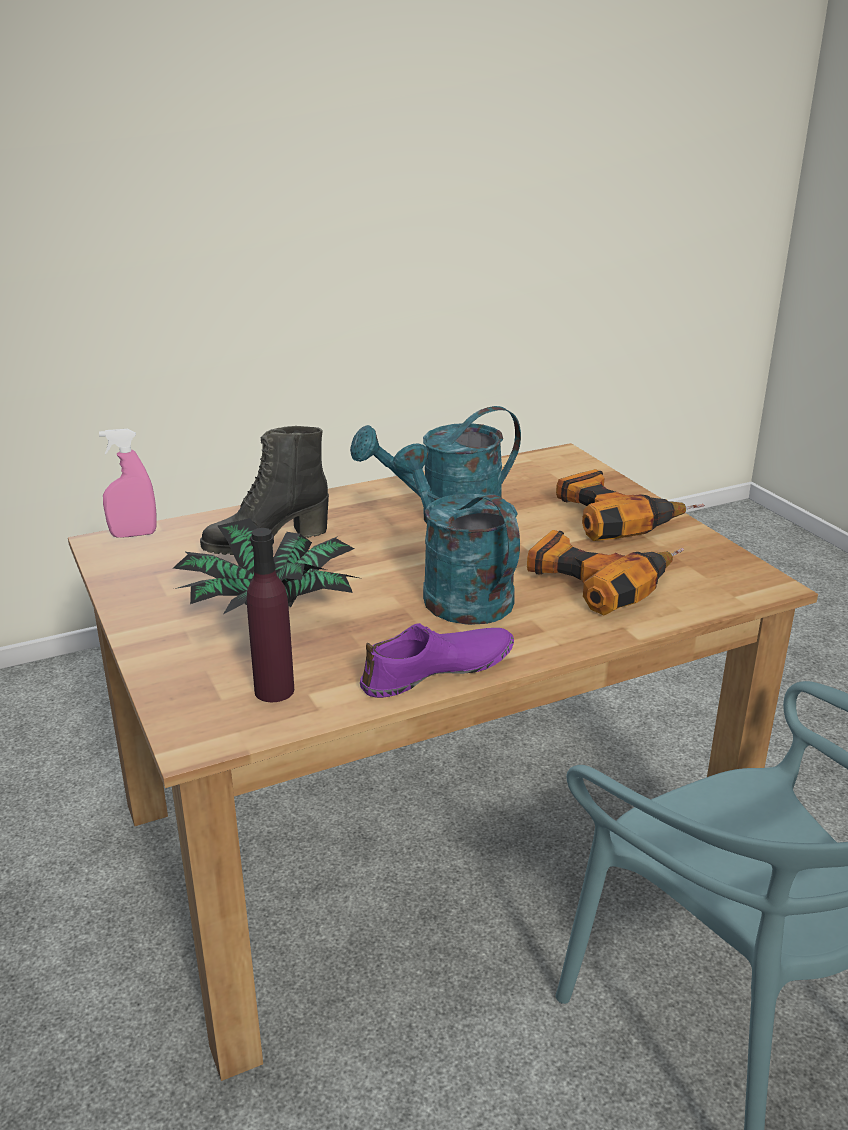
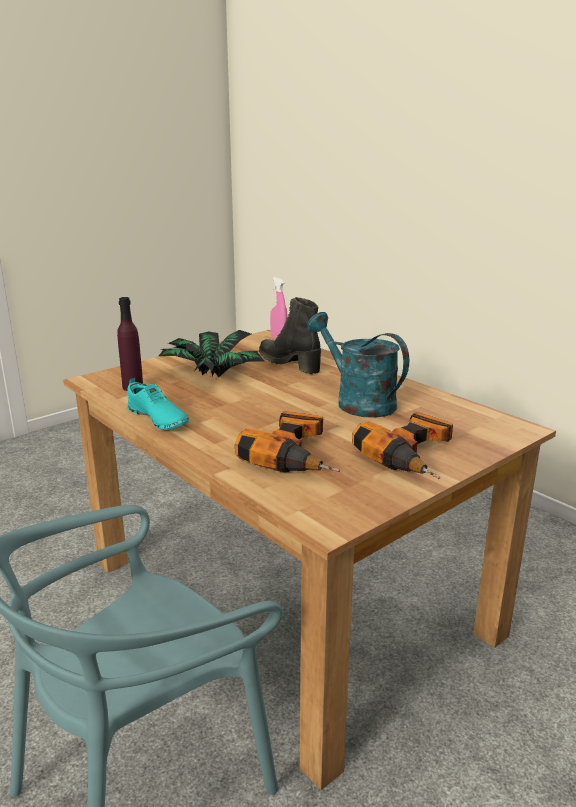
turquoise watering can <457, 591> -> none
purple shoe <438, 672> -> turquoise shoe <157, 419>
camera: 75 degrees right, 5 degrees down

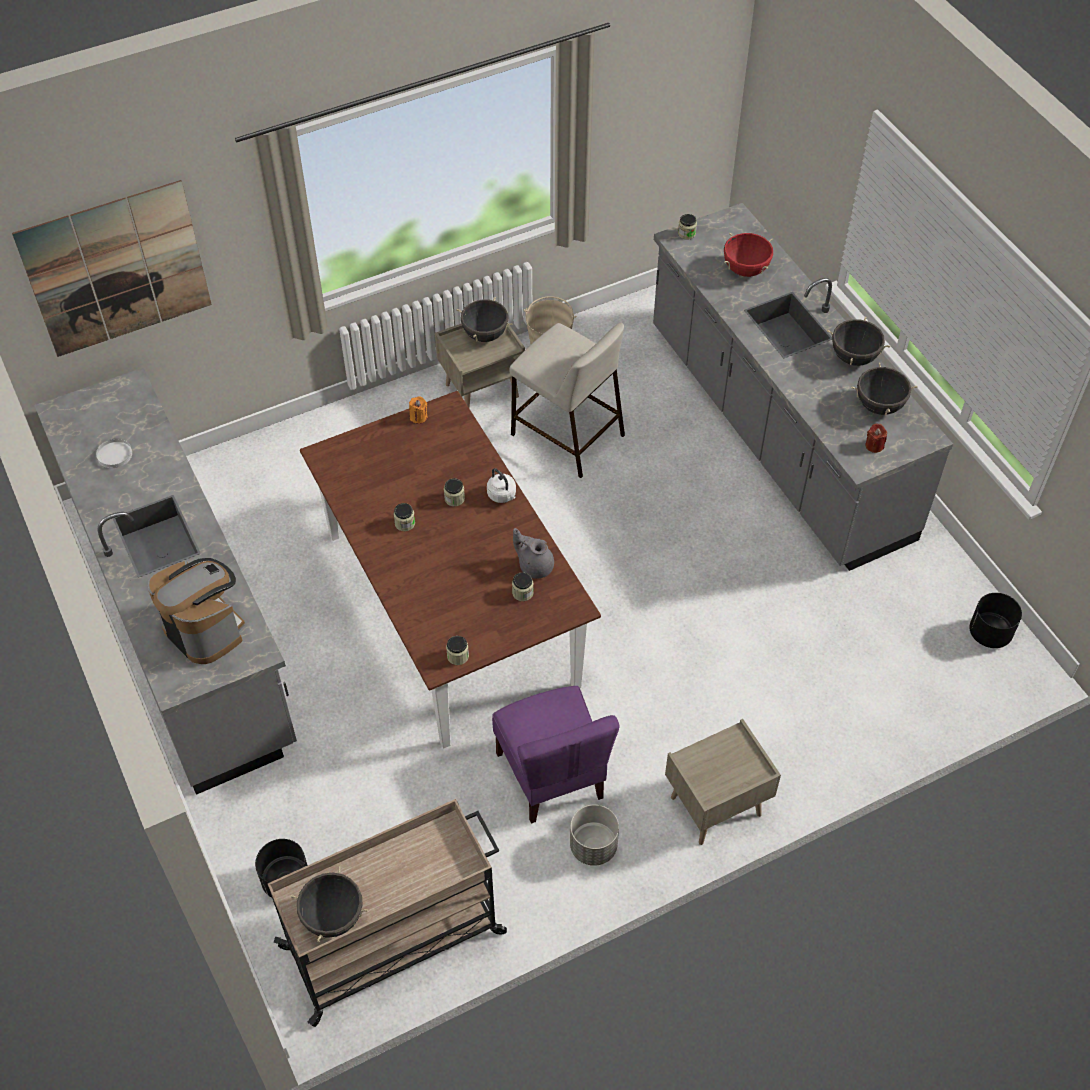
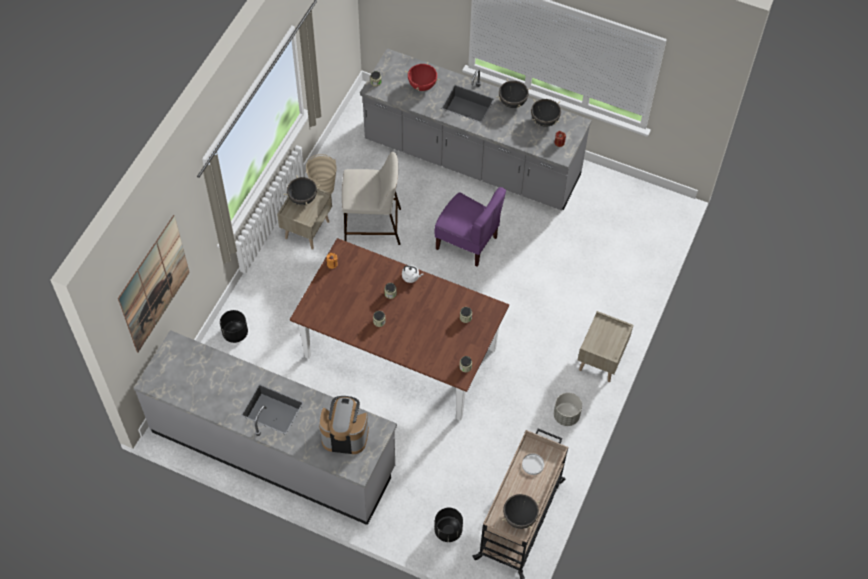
white plate <114, 454> -> white plate <532, 464>, move
grey teapot <535, 566> -> none
black planter <989, 633> -> black planter <235, 333>, move
purple chair <552, 775> -> purple chair <467, 242>, move
camera: 40 degrees left, 5 degrees up

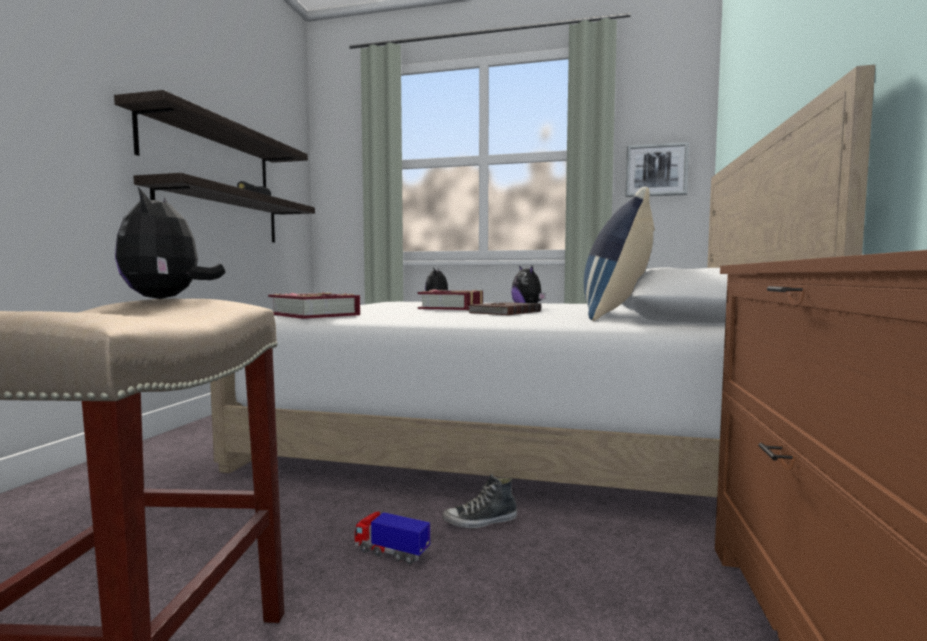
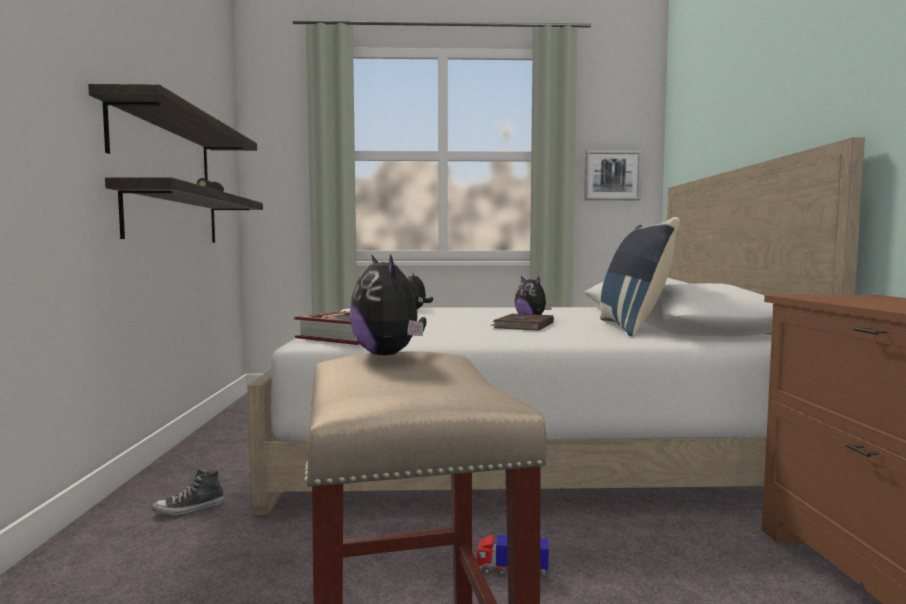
book <452, 308> -> none
shoe <480, 521> -> shoe <189, 508>, move
camera: 15 degrees left, 0 degrees up

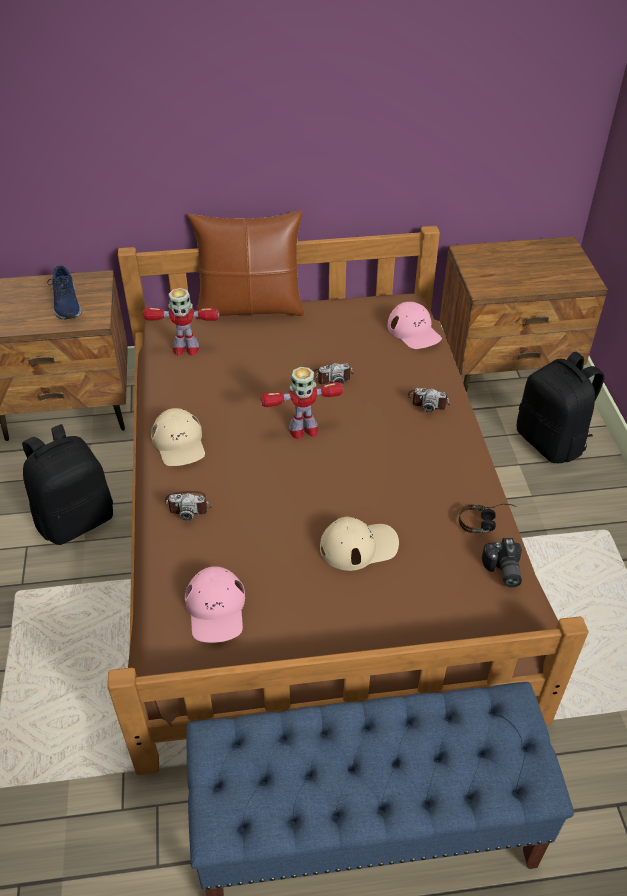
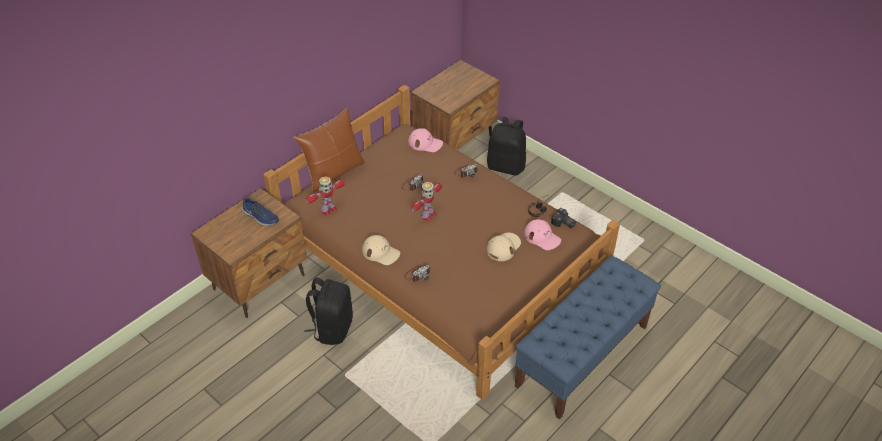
pink cap <216, 609> -> pink cap <542, 237>, move
camera: 40 degrees left, 0 degrees up

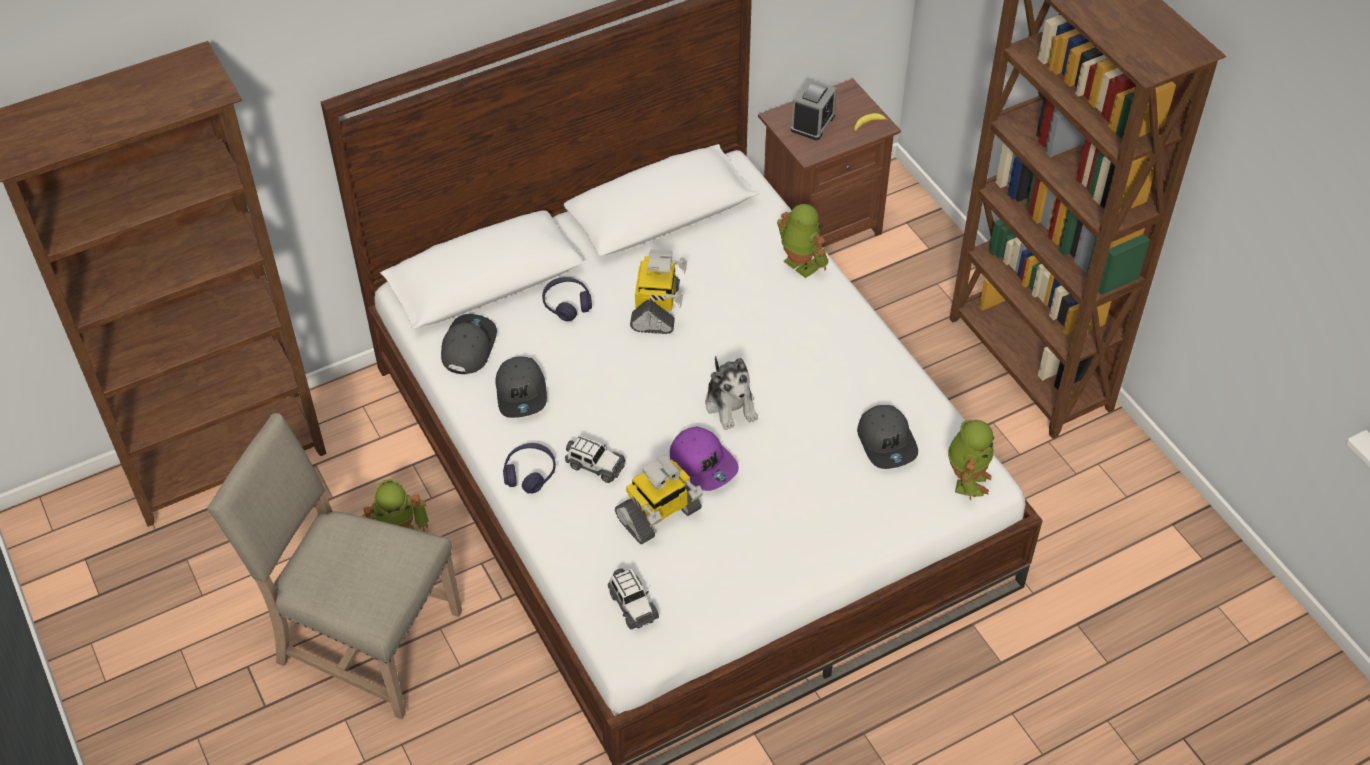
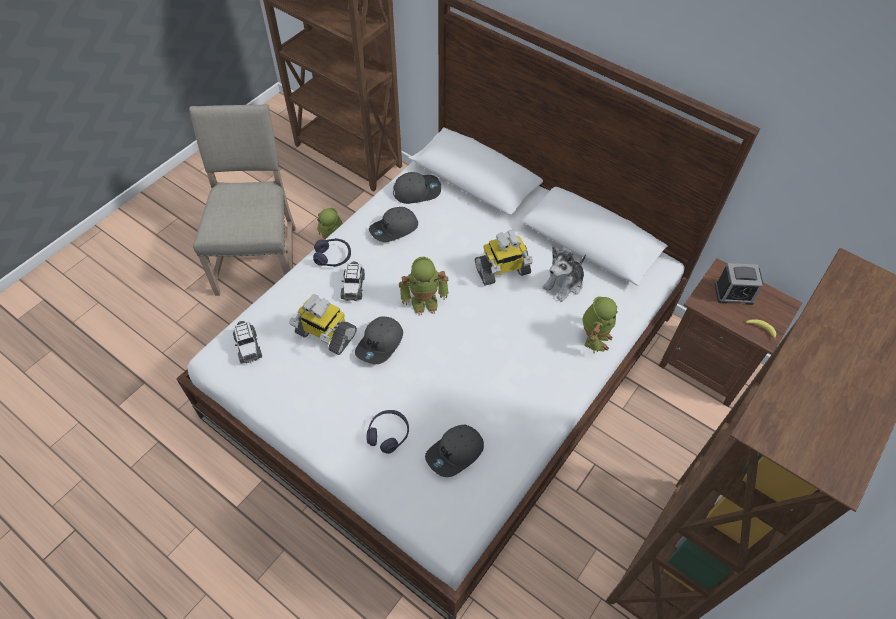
purple headphones <567, 304> -> purple headphones <388, 434>, move
plush toy <731, 405> -> plush toy <564, 284>, move
toy robot <966, 480> -> toy robot <424, 301>, move
purple cap <703, 463> -> grey cap <380, 344>
toy car <632, 605> -> toy car <248, 346>, 60 degrees counterclockwise
camera: 65 degrees right, 5 degrees up

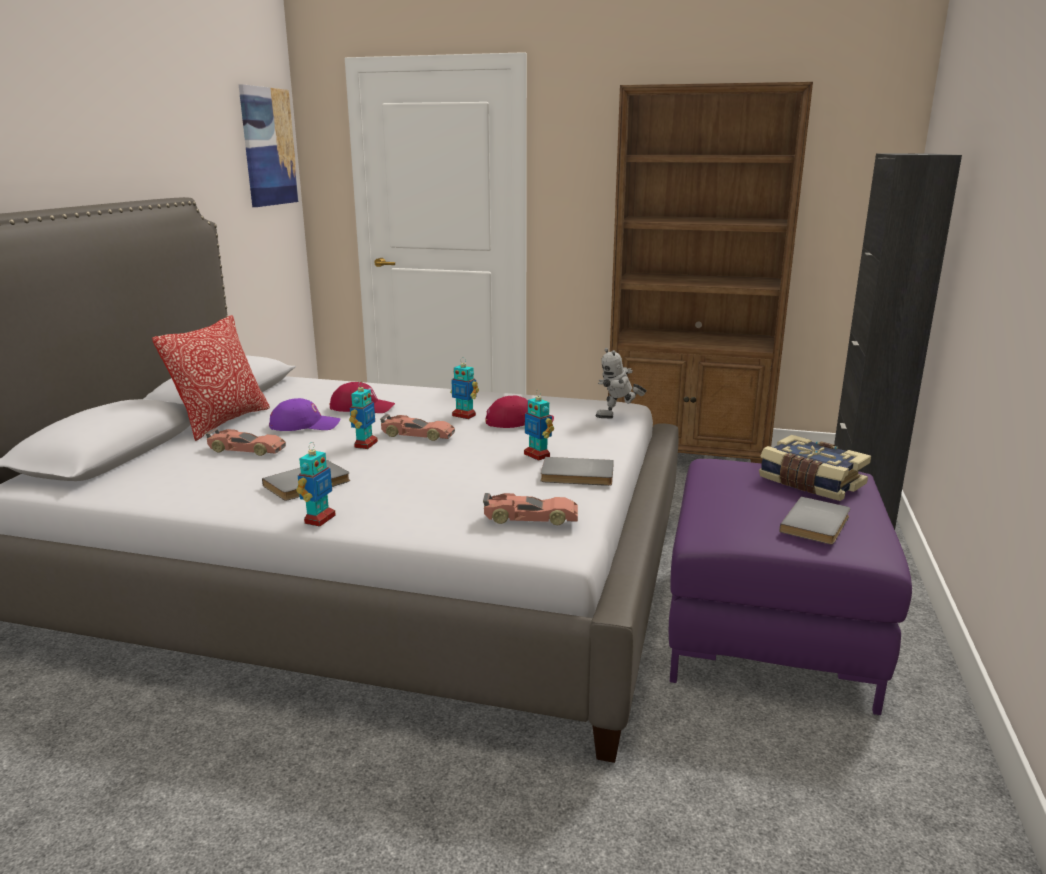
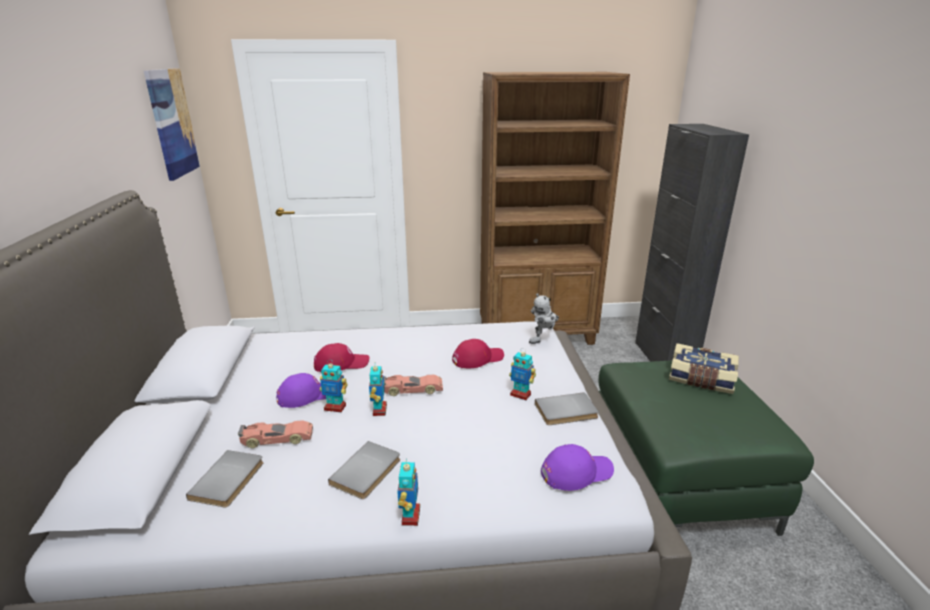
pillow <222, 422> -> none
toy robot <464, 415> -> toy robot <335, 407>, move
purple ottoman <767, 629> -> green ottoman <677, 479>
toy car <530, 518> -> purple cap <576, 472>
grey book <818, 524> -> grey book <230, 480>, move
camera: 20 degrees left, 5 degrees up

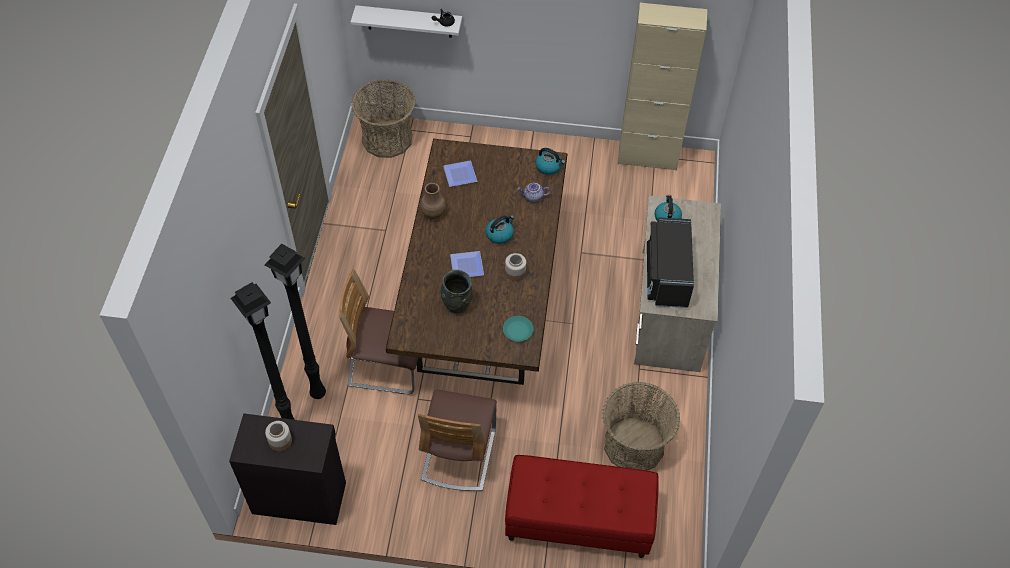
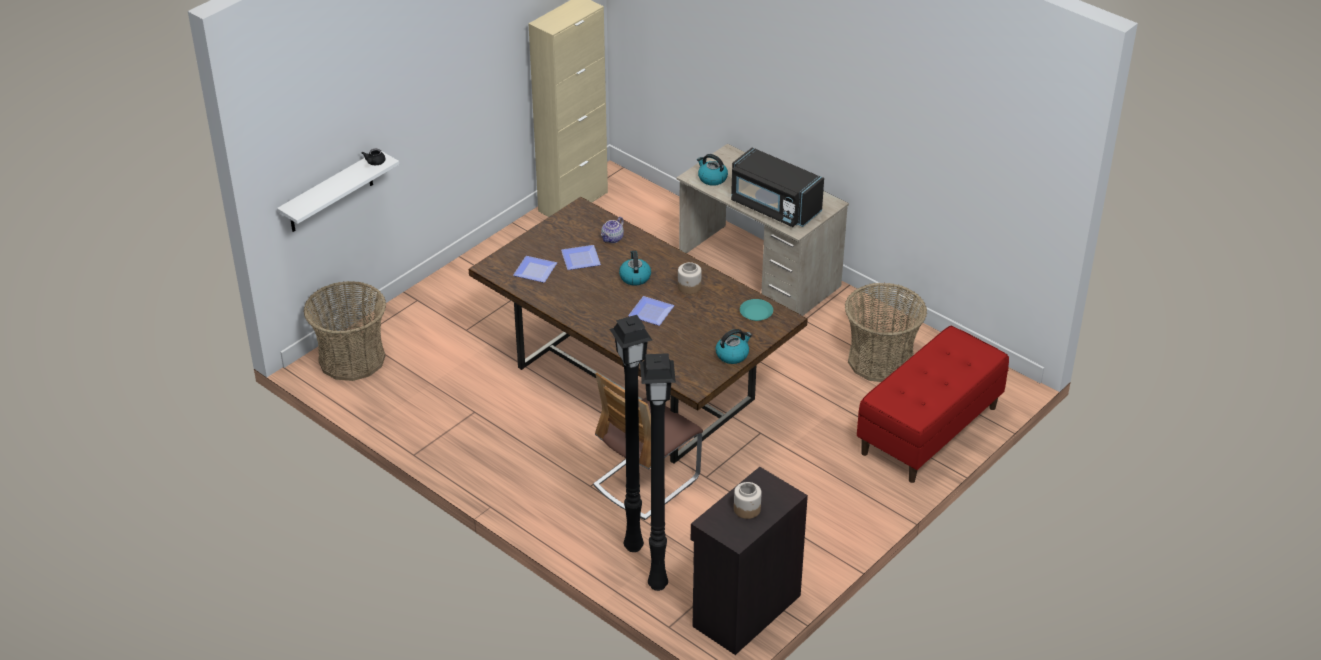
kettle <549, 166> -> kettle <732, 355>, move
brown vase <433, 213> -> none
grey vase <456, 304> -> none
chair <458, 454> -> none
none -> plate <581, 258>
camera: 55 degrees left, 15 degrees down

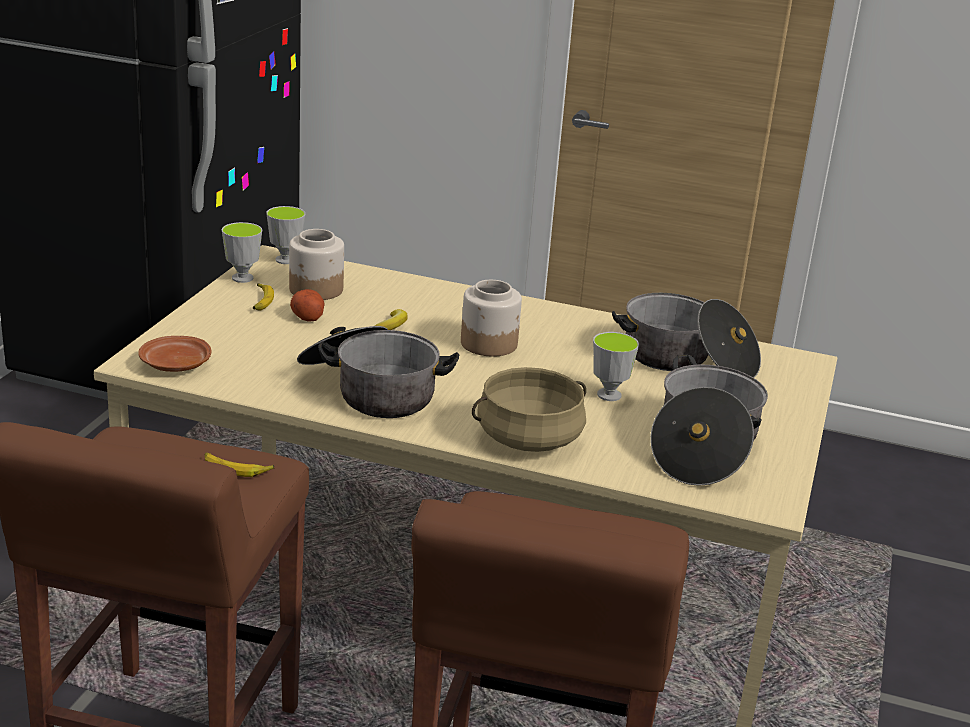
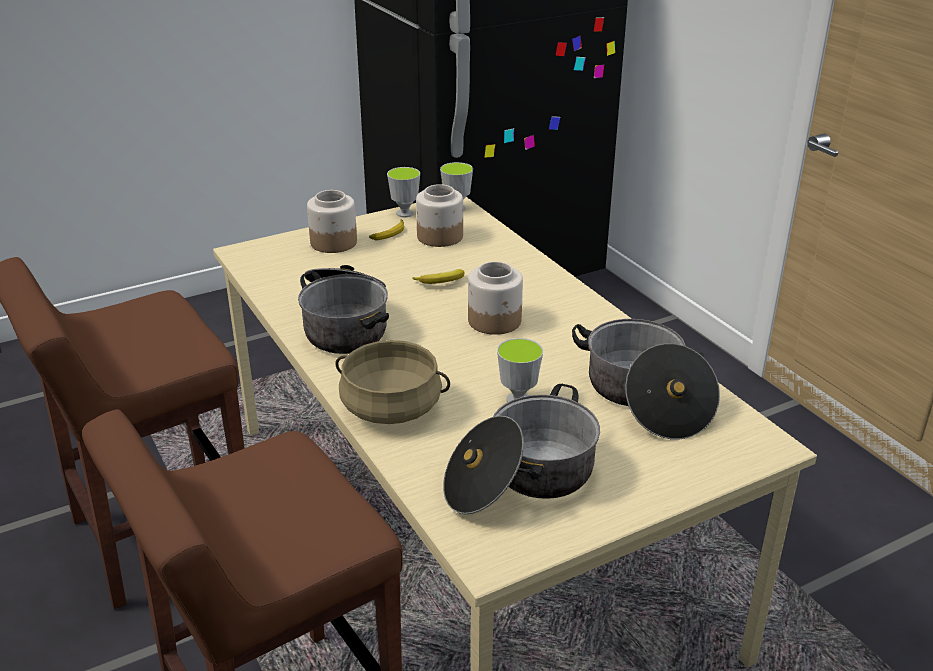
potato <307, 316> -> none
brown plate <175, 365> -> none
banana <236, 469> -> none
none -> jar <333, 242>
camera: 45 degrees right, 5 degrees up

